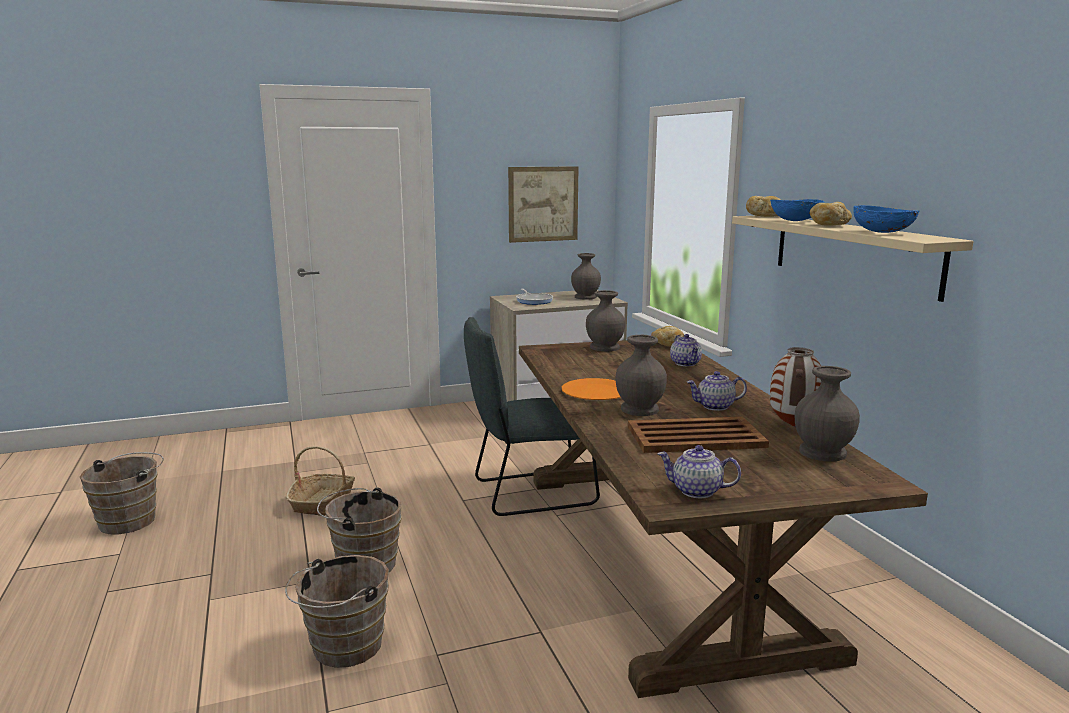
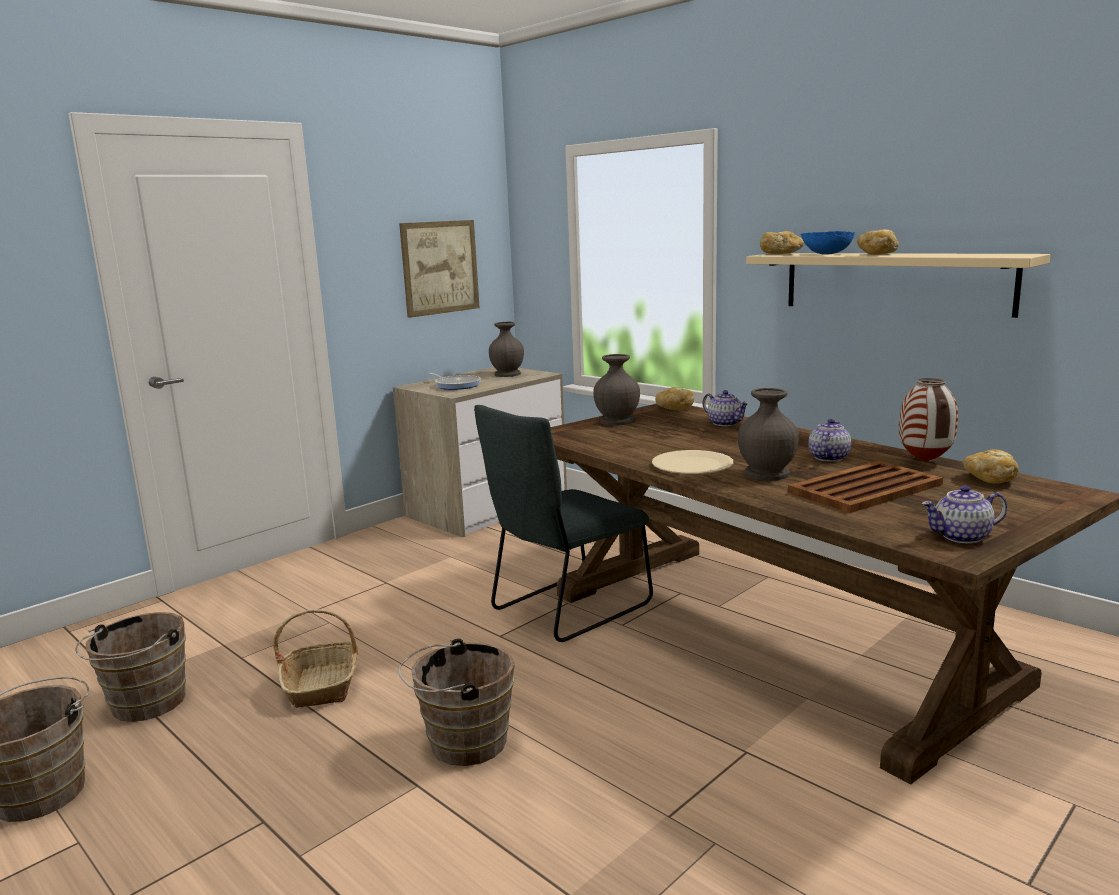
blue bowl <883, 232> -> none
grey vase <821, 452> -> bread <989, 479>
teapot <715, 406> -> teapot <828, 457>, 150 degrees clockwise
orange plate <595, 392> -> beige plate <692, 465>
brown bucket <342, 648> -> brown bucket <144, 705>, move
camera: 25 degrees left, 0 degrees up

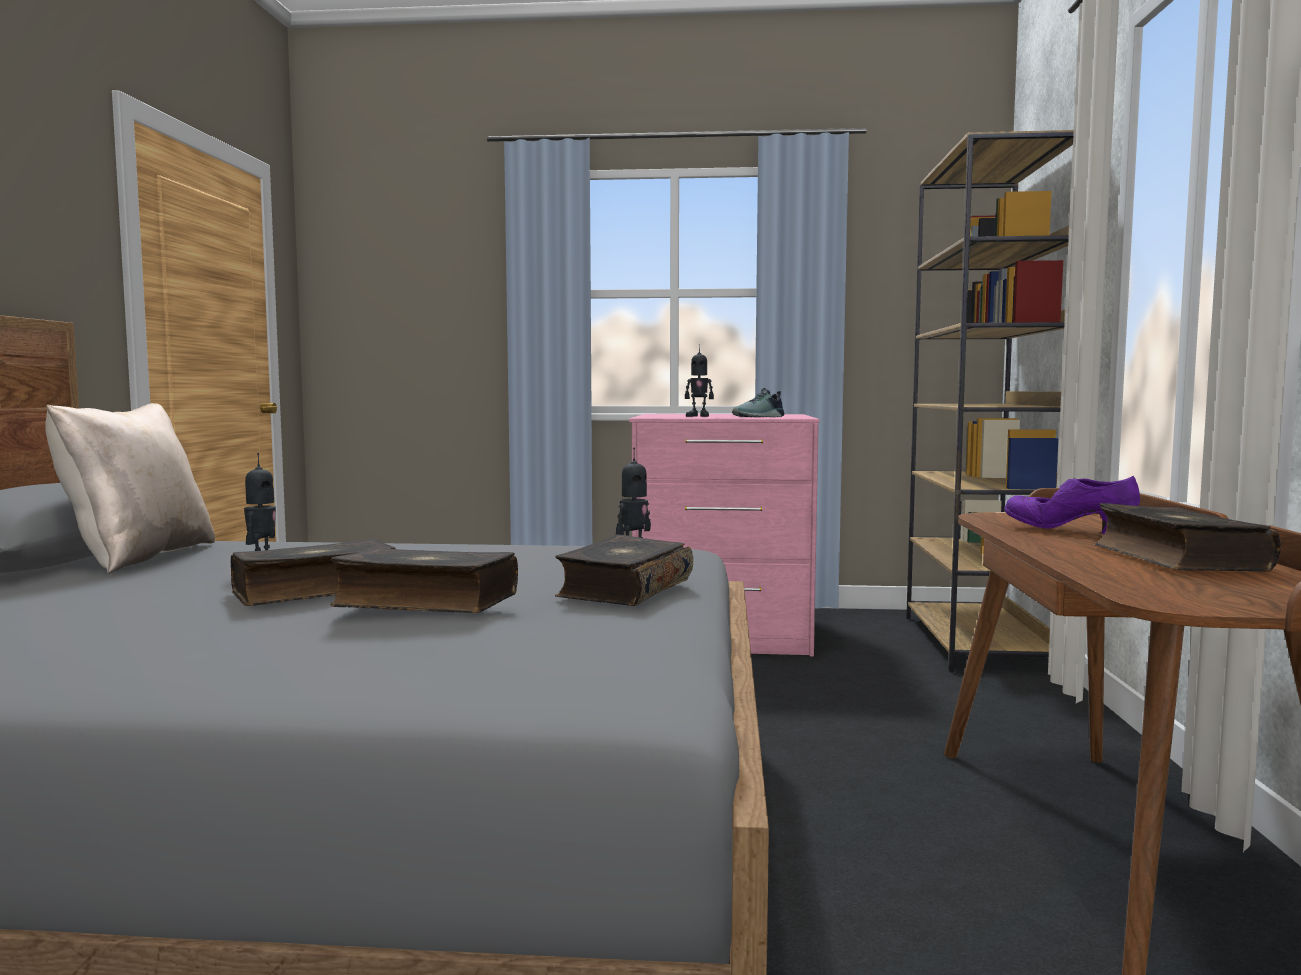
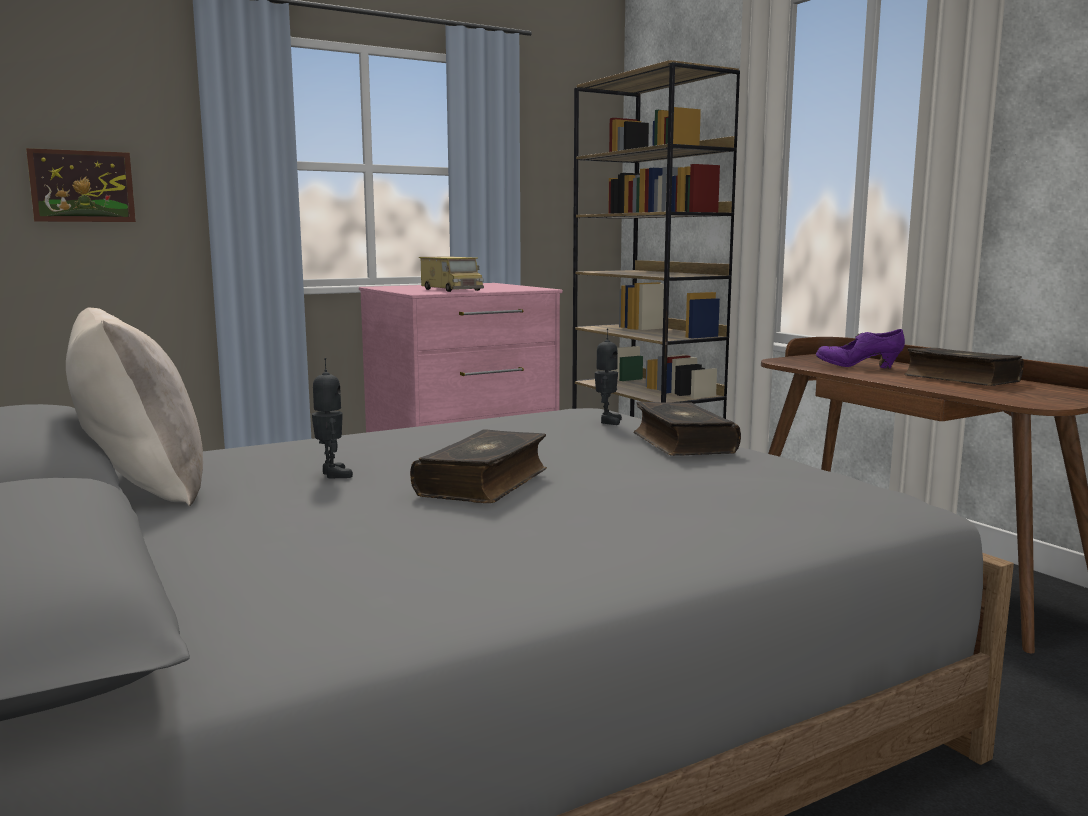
toy robot <698, 416> -> toy truck <451, 290>
shoe <760, 417> -> none
book <425, 602> -> none
none -> picture <82, 186>
camera: 35 degrees left, 5 degrees up

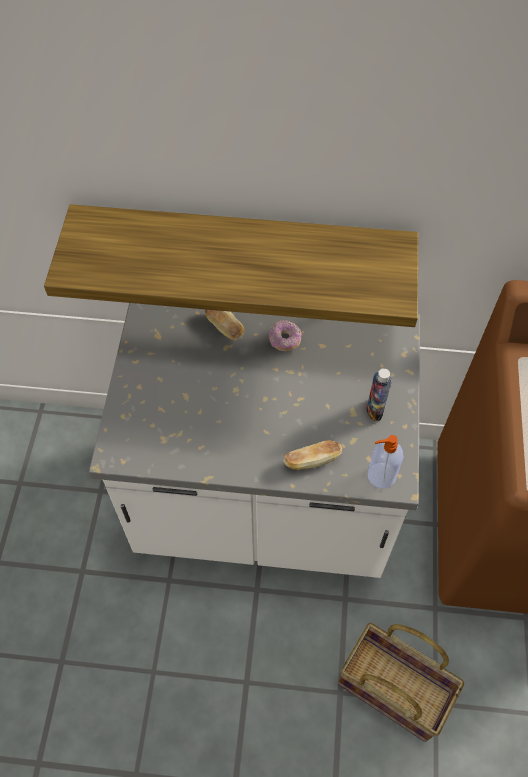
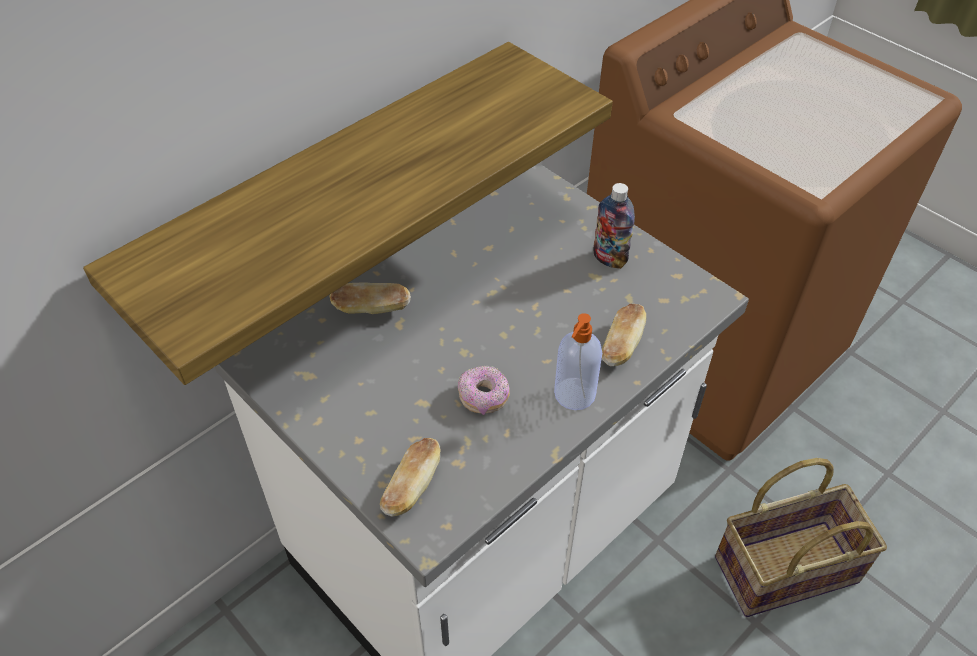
donut <284, 340> -> donut <483, 397>, move
soap dispenser <380, 475> -> soap dispenser <574, 395>, move
none -> bread <411, 487>
camera: 50 degrees left, 10 degrees down

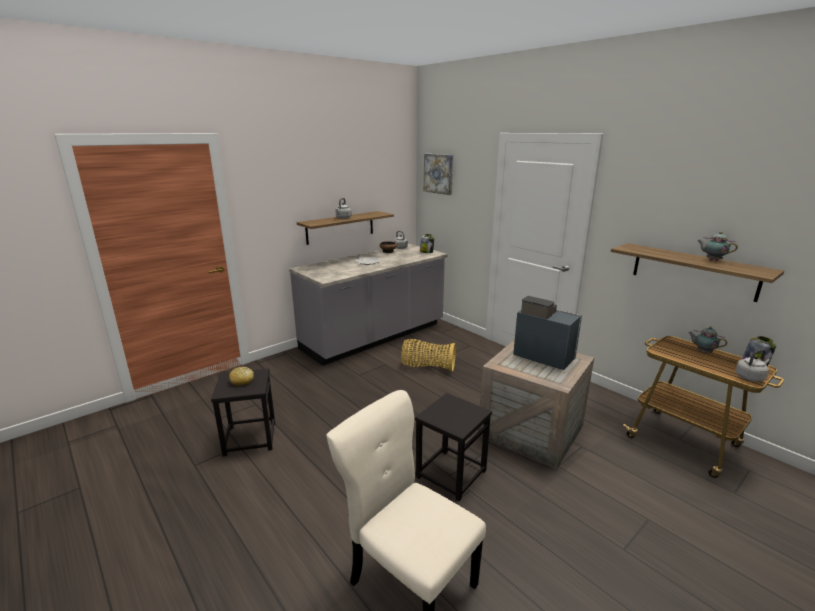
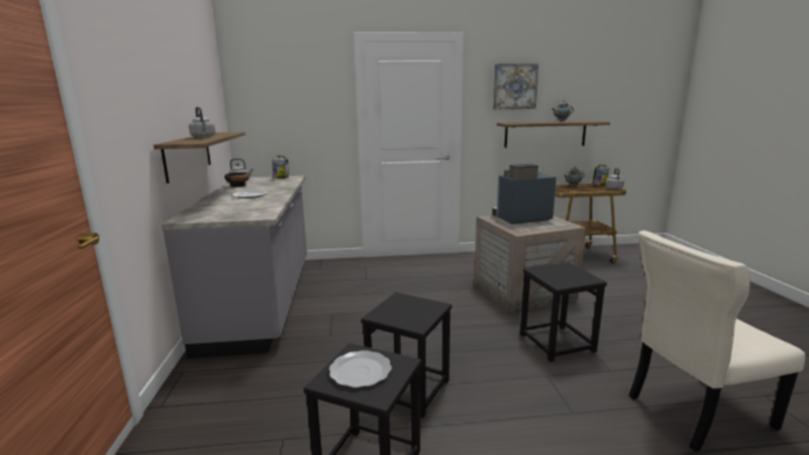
picture <438, 173> -> picture <514, 86>, move
basket <427, 366> -> none
bread <242, 381> -> plate <361, 370>
none -> black stool <409, 389>
camera: 55 degrees left, 5 degrees down

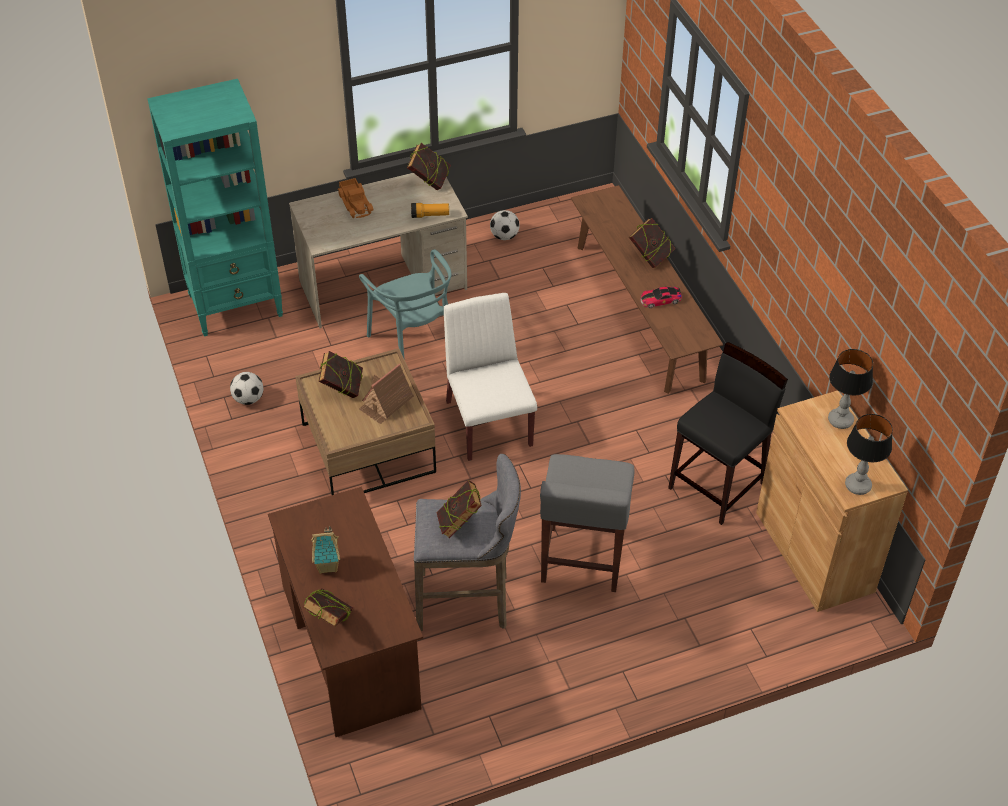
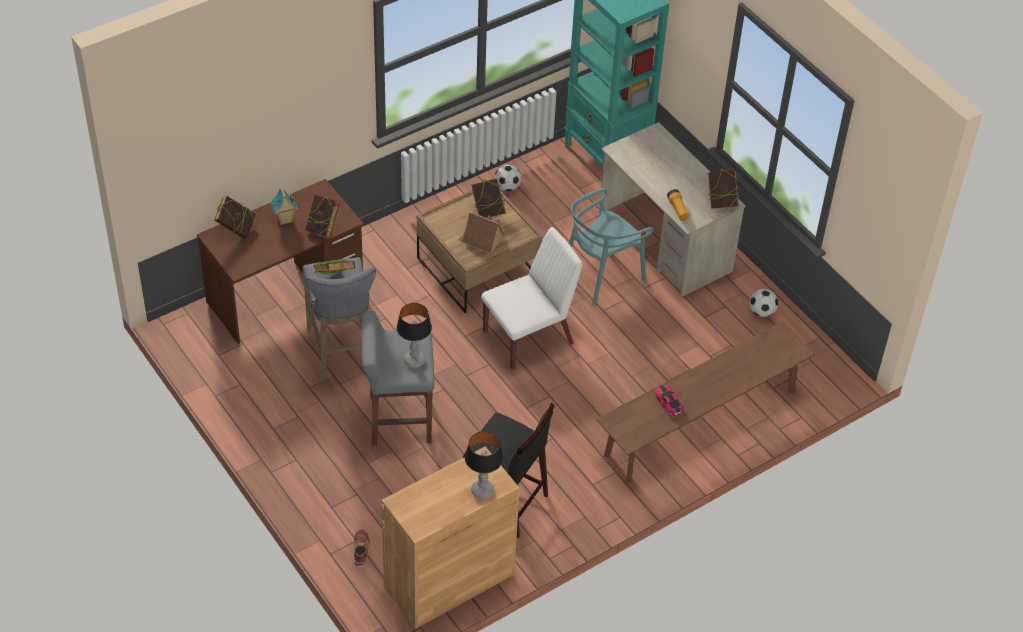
toy truck <356, 203> -> none
book <650, 257> -> book <323, 229>, move
table lamp <858, 485> -> table lamp <414, 361>, move
none -> shoe <361, 550>
camera: 75 degrees right, 0 degrees up

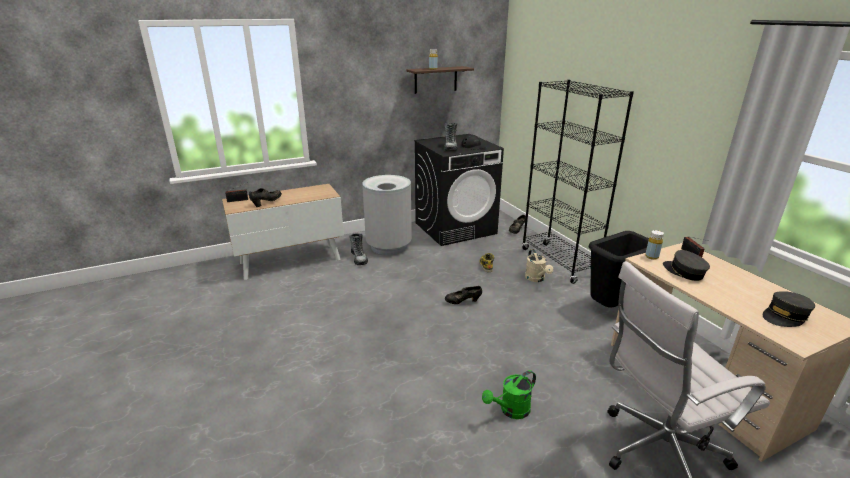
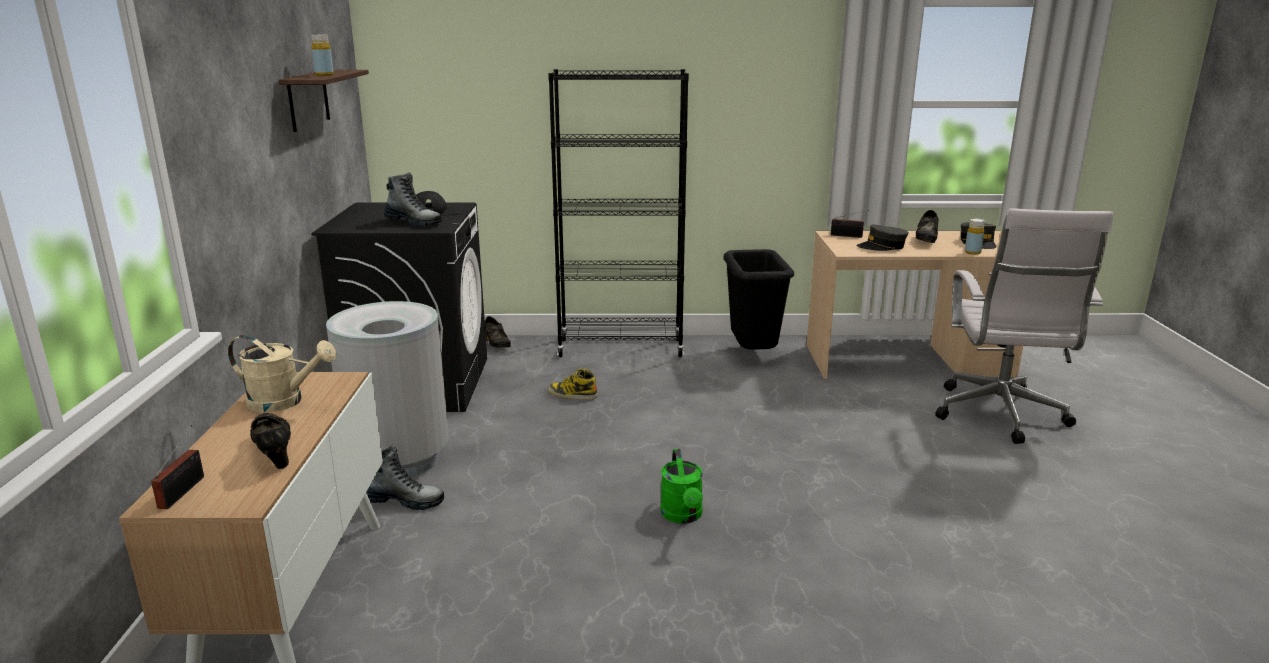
yellow bottle <651, 257> -> yellow bottle <972, 252>, move
beige watering can <536, 279> -> beige watering can <284, 402>, move
black shoe <463, 302> -> black shoe <926, 241>, move
green watering can <511, 410> -> green watering can <683, 516>, move
camera: 65 degrees left, 5 degrees down

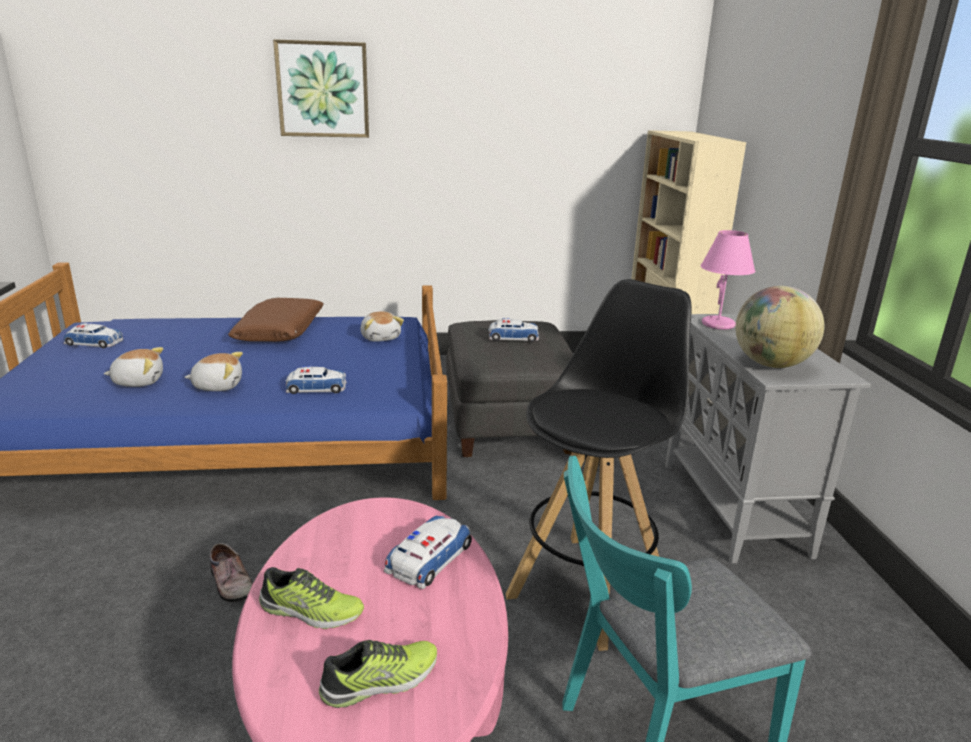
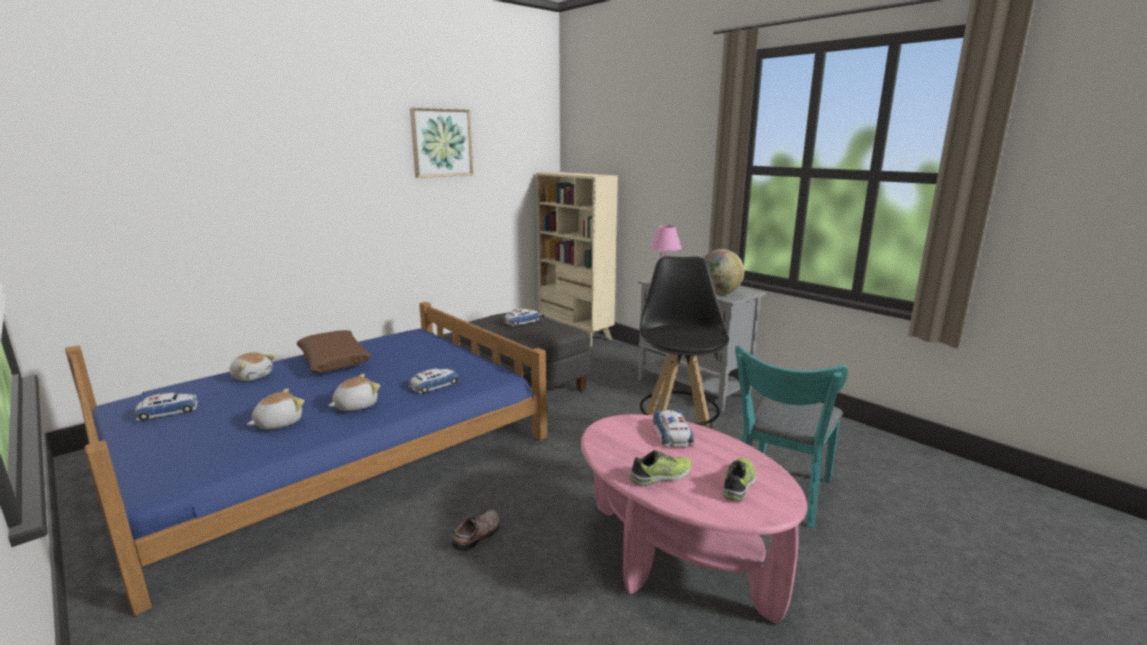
picture <323, 89> -> picture <441, 143>, move
plush toy <381, 337> -> plush toy <252, 376>, move
shoe <230, 583> -> shoe <478, 535>, 75 degrees counterclockwise
camera: 35 degrees left, 5 degrees down

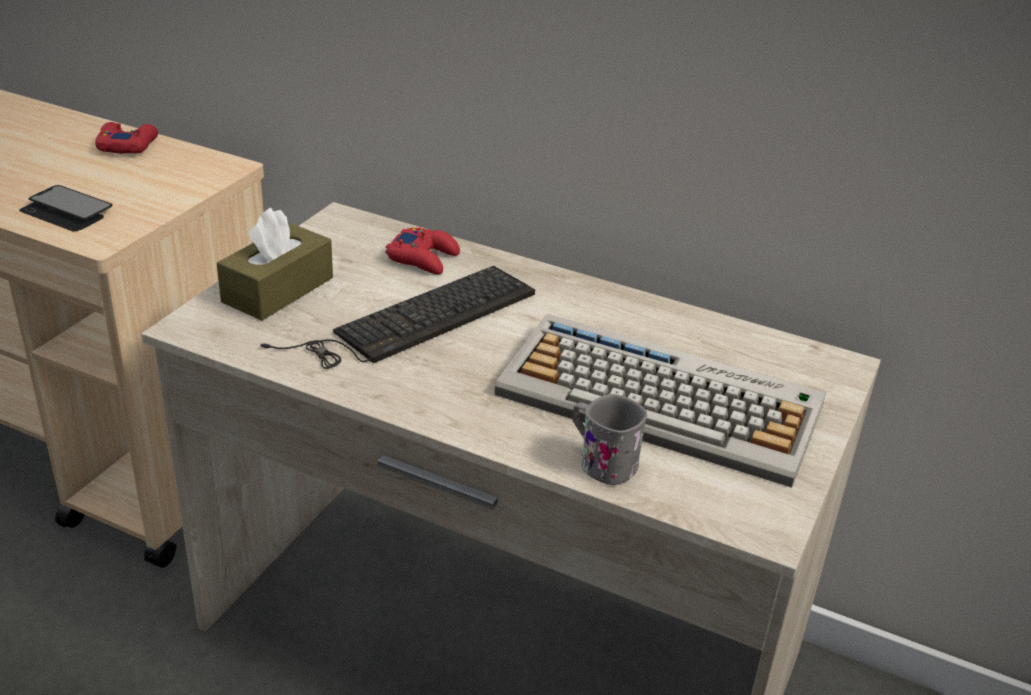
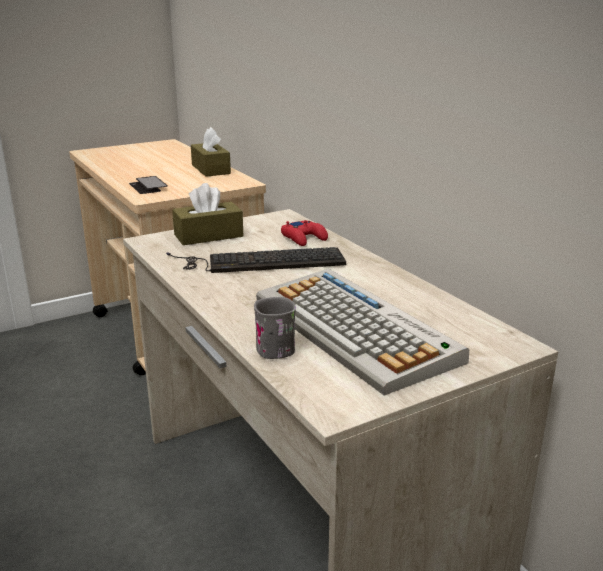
red game controller <127, 145> -> brown tissue box <210, 169>
camera: 35 degrees right, 10 degrees down

